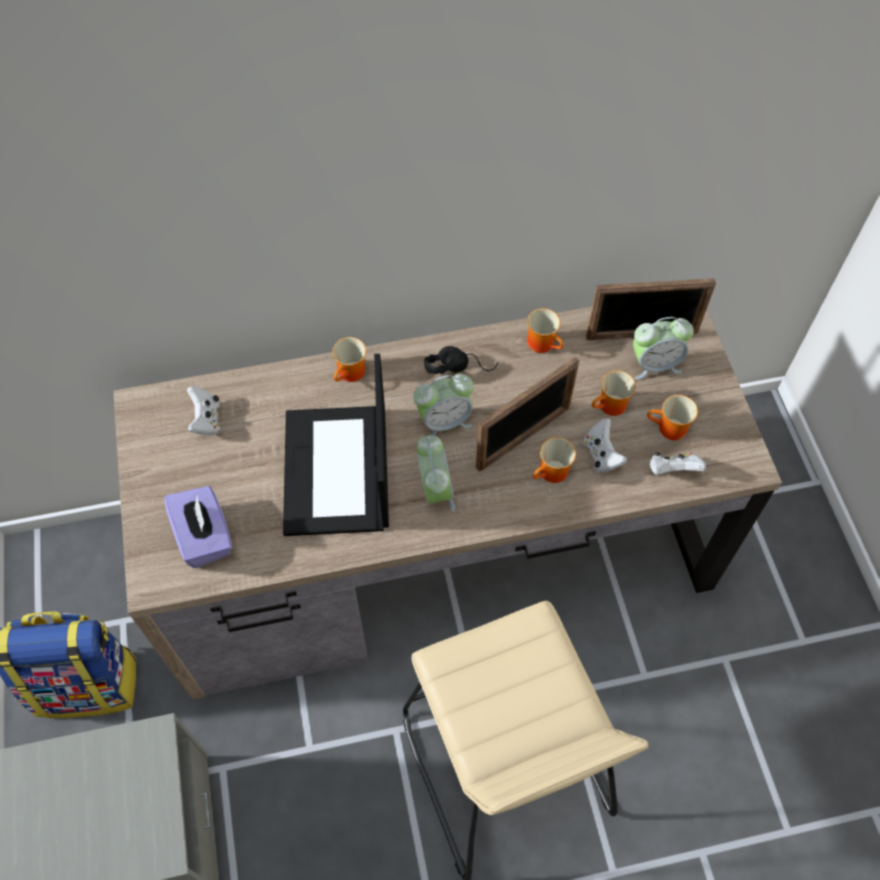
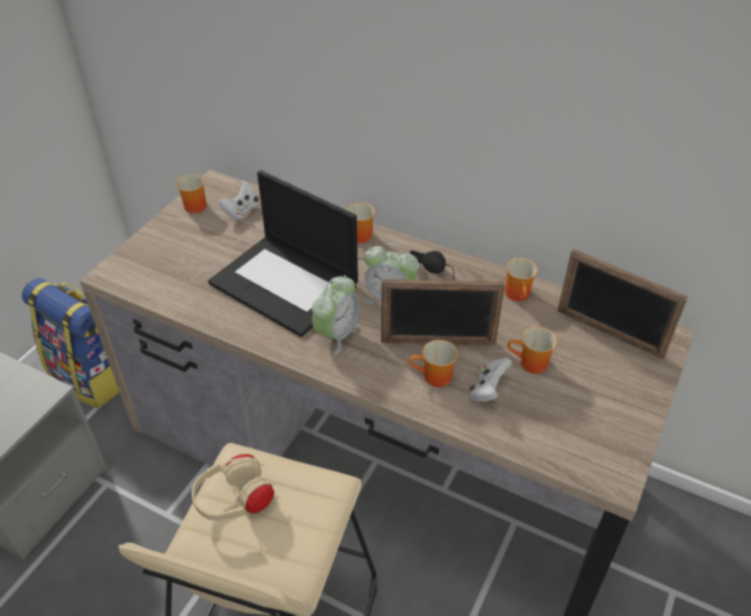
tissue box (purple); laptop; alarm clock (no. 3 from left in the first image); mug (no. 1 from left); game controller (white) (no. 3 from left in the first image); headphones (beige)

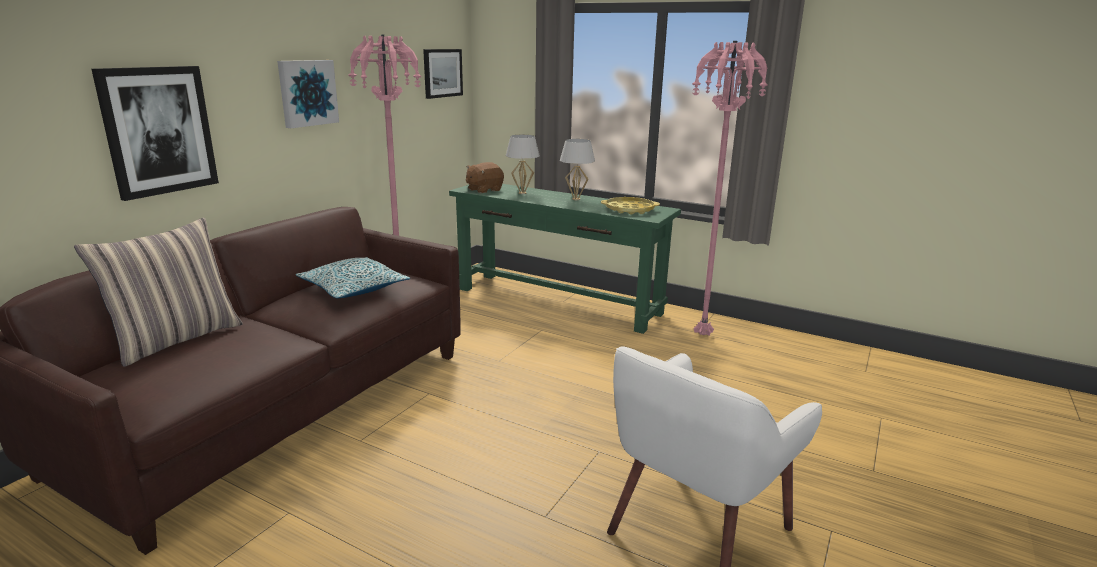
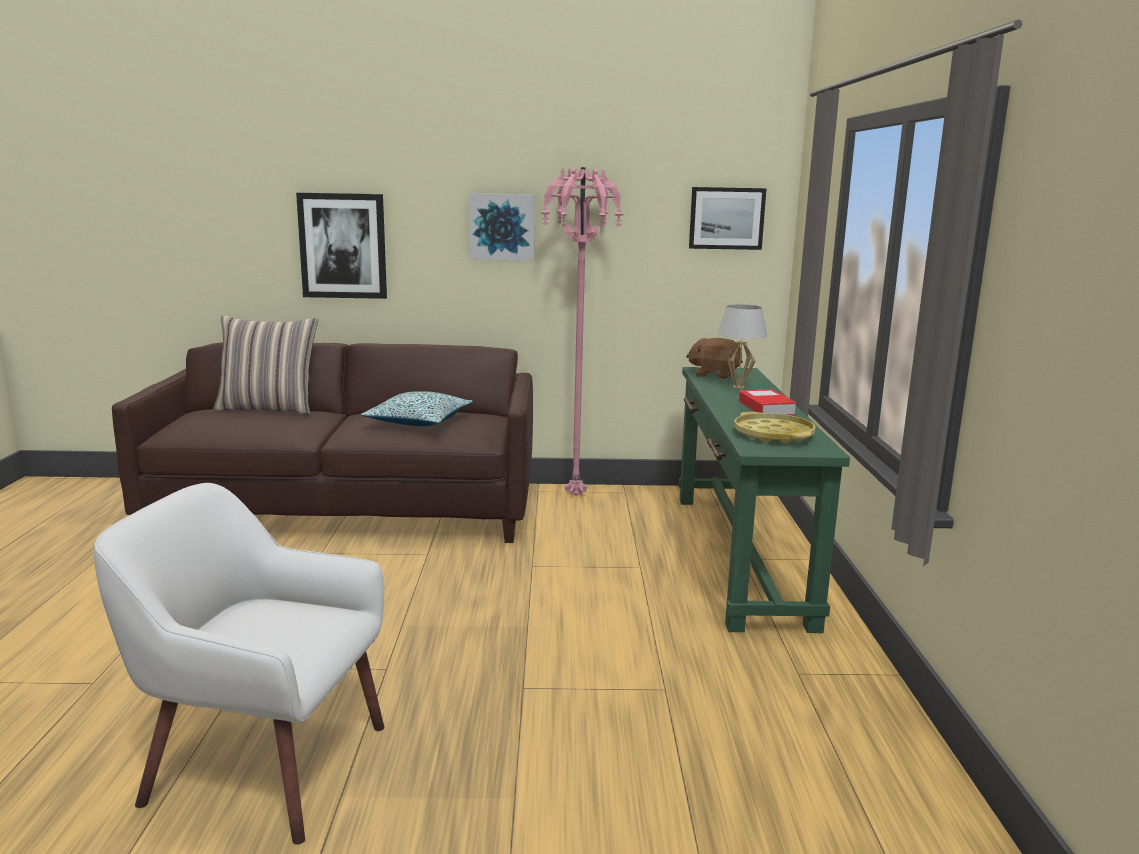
book; floor lamp (pink) (no. 2 from left in the first image)

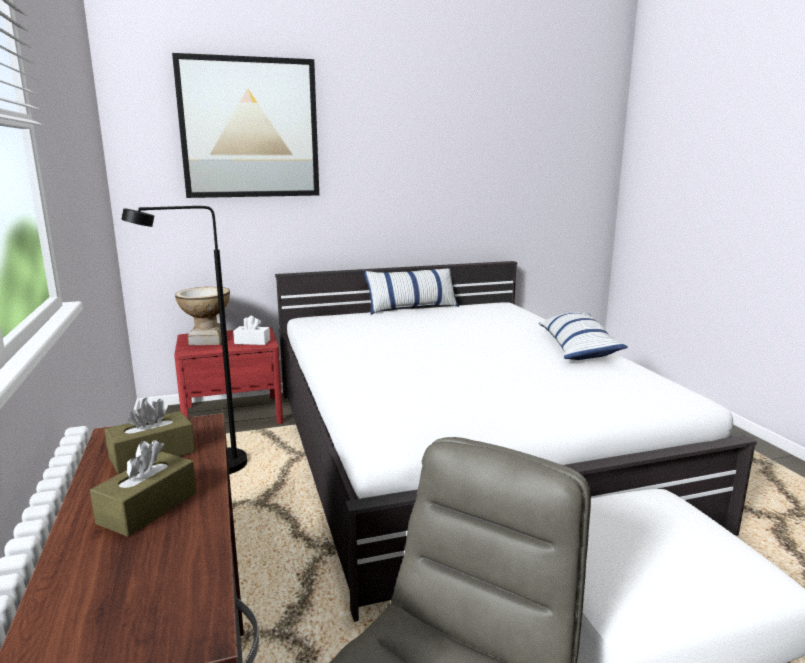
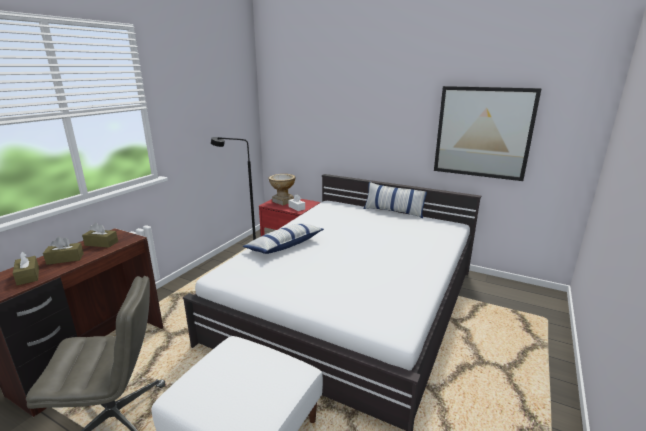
picture; pillow (no. 1 from left); tissue box (brown) (no. 1 from left)

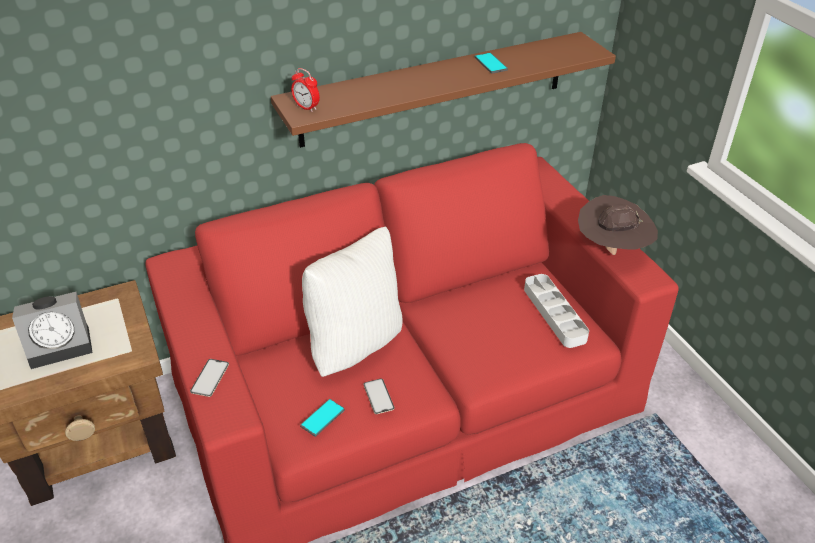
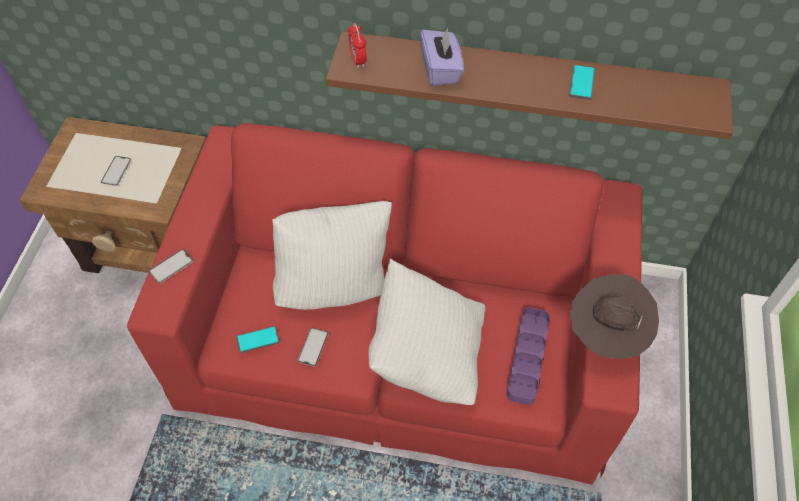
phone (no. 1 from left); tray (purple); pillow (white) (no. 2 from left); tissue box (purple)

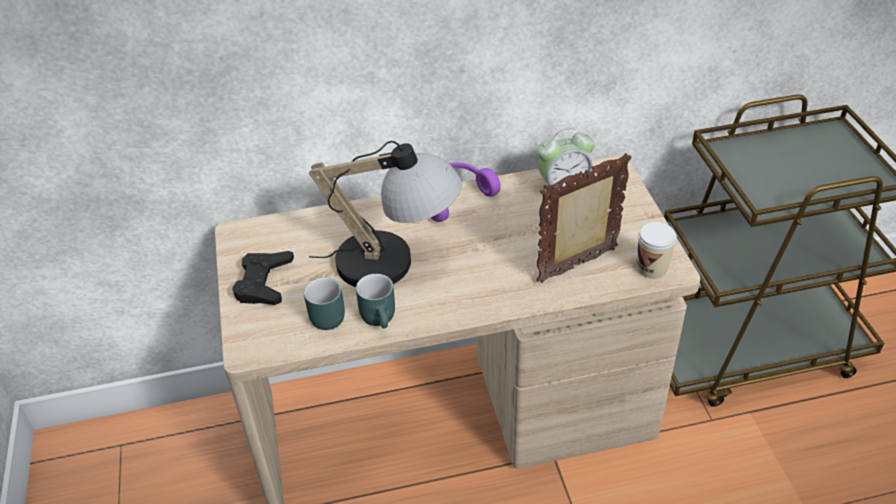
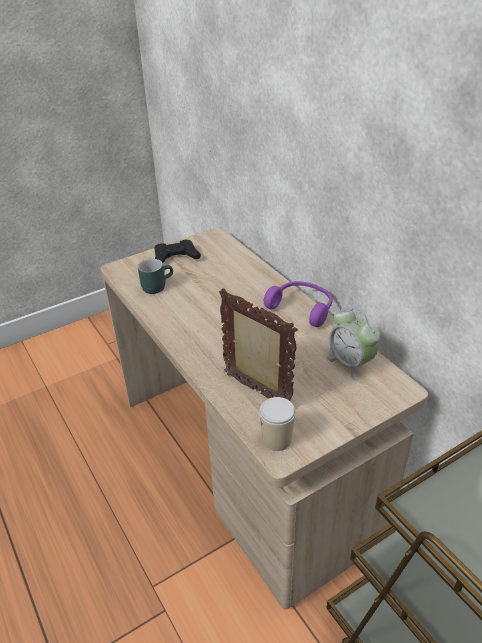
table lamp; mug (turquoise) (no. 2 from left in the first image)

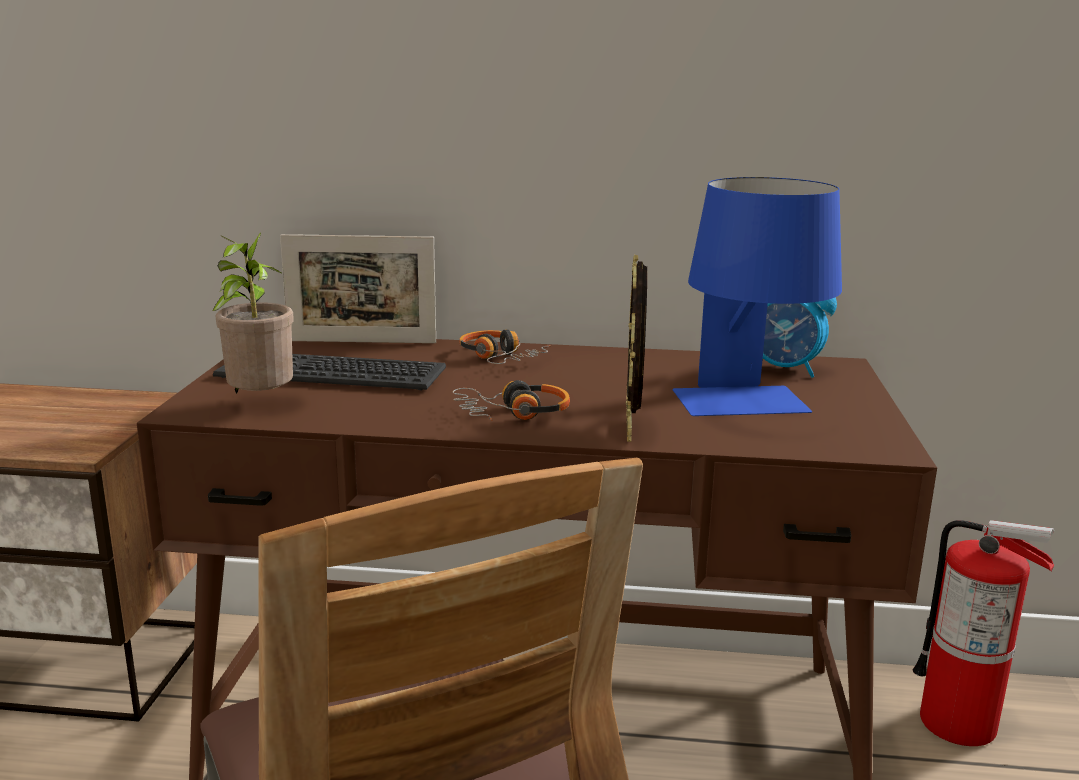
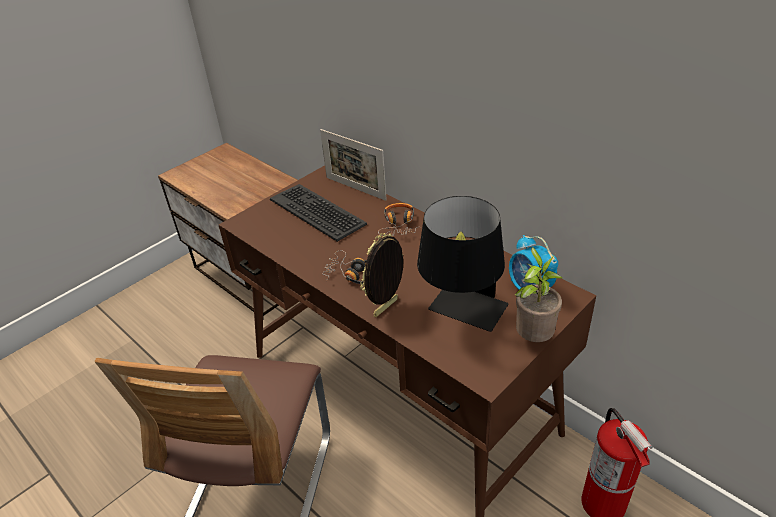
potted plant; table lamp (black)

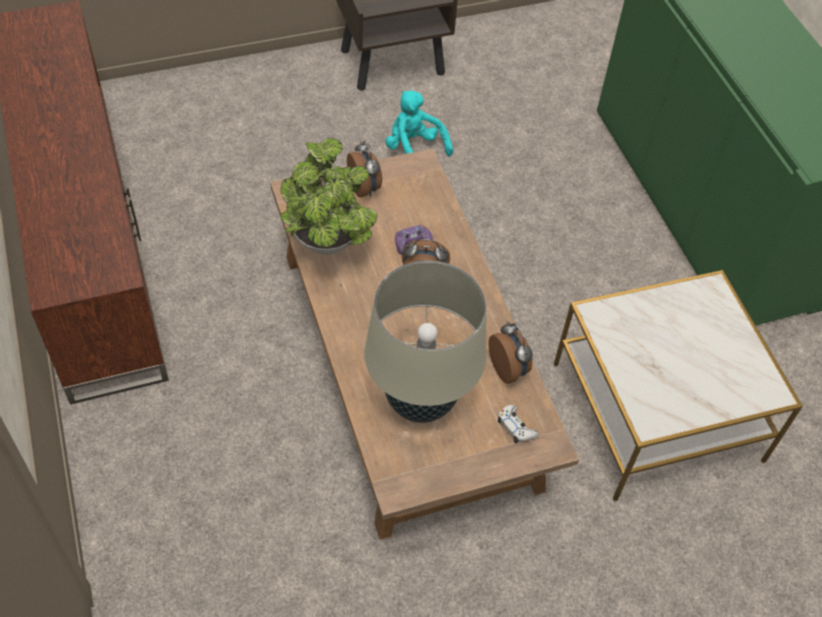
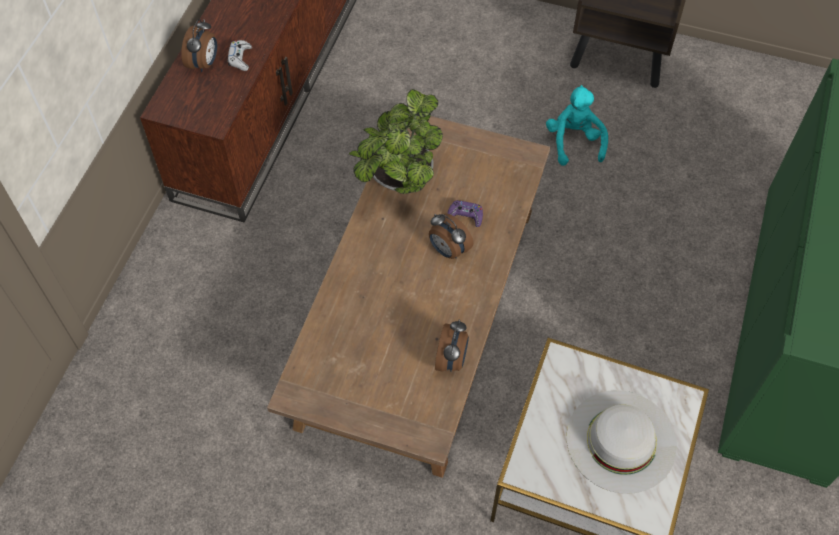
alarm clock (no. 1 from left); table lamp (beige); game controller (white); hat (white)

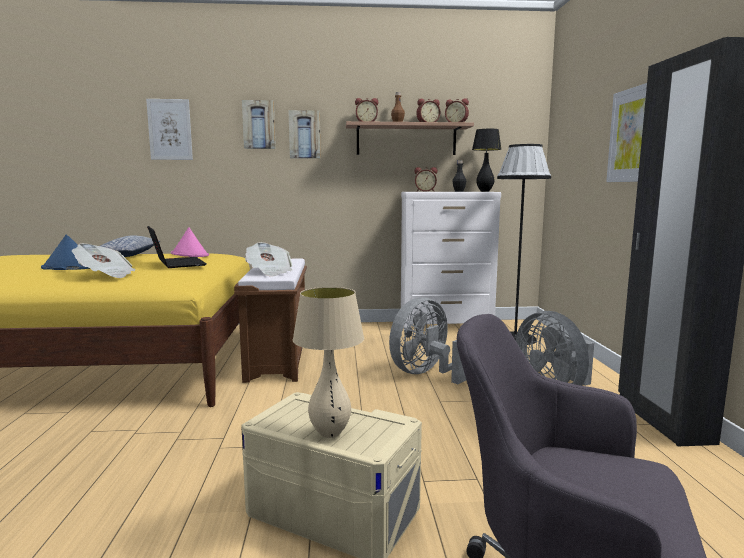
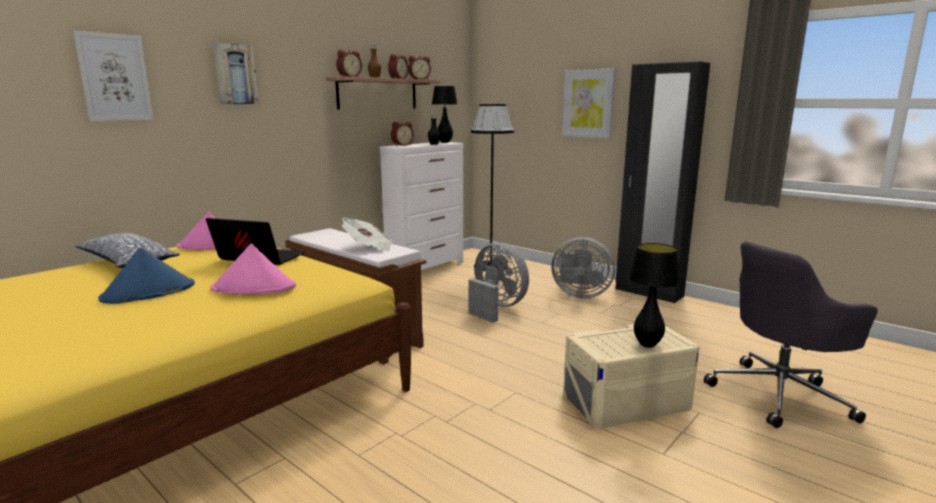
hat (pink) (no. 2 from left); picture (no. 3 from left in the first image); table lamp (black) (no. 2 from left); fan (grey) (no. 1 from left)

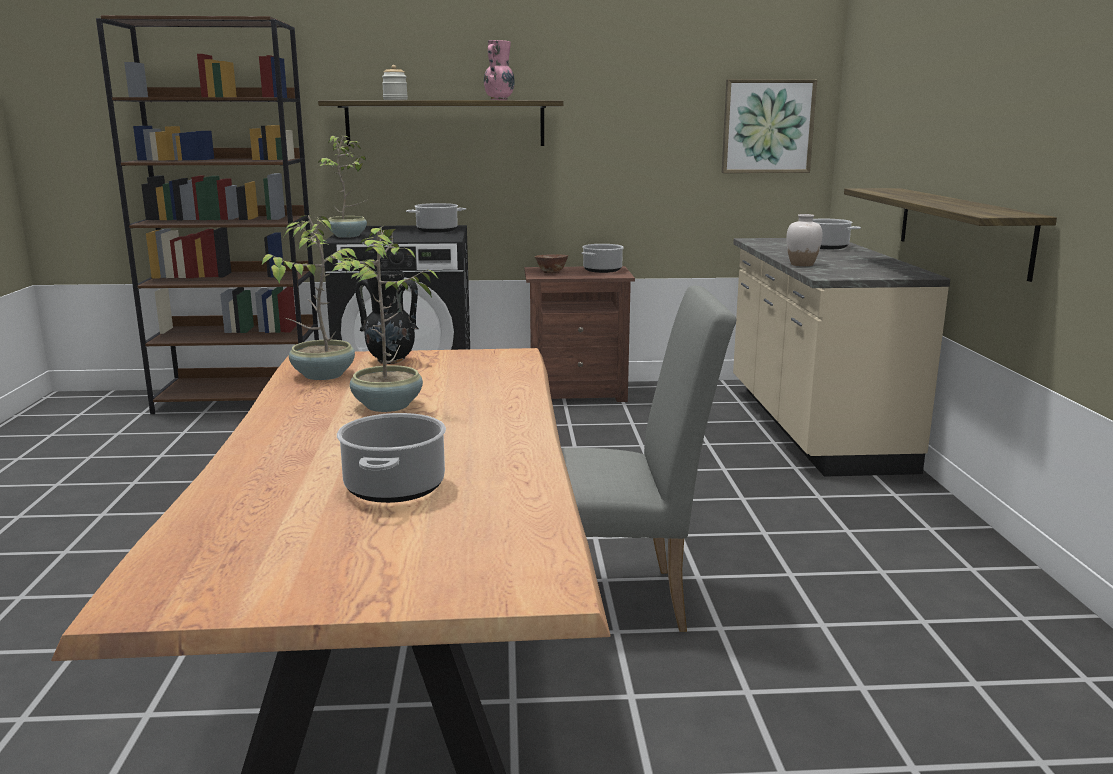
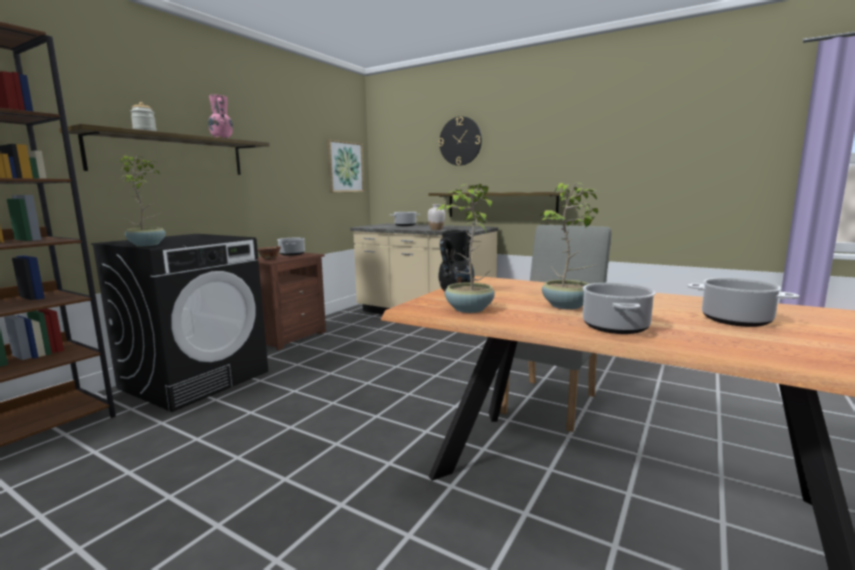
cooking pot (no. 3 from left); wall clock

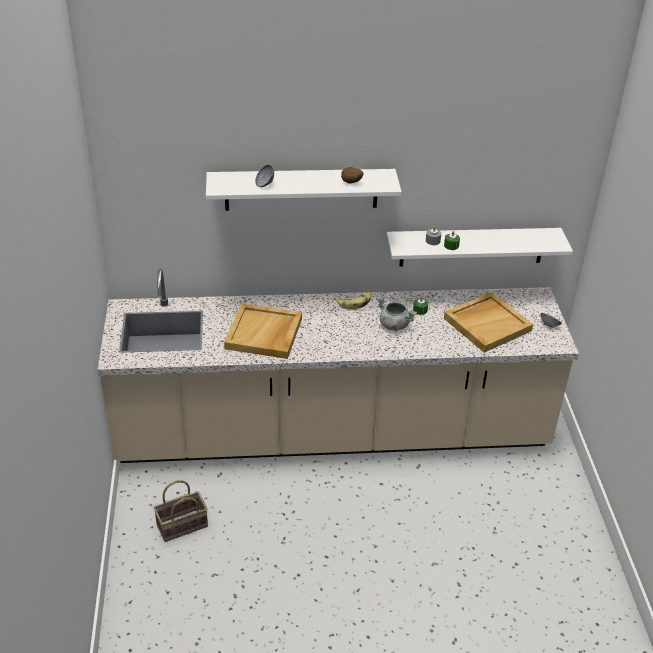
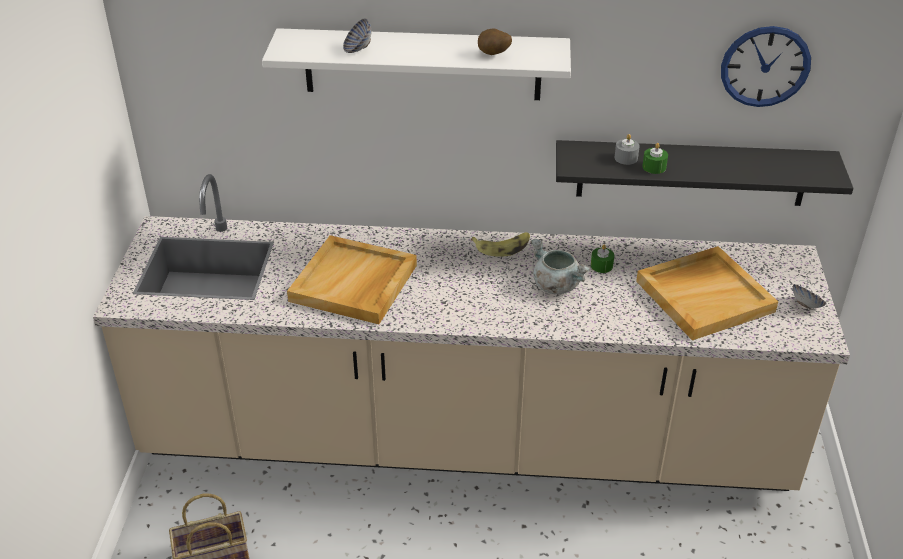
shelf (black); wall clock

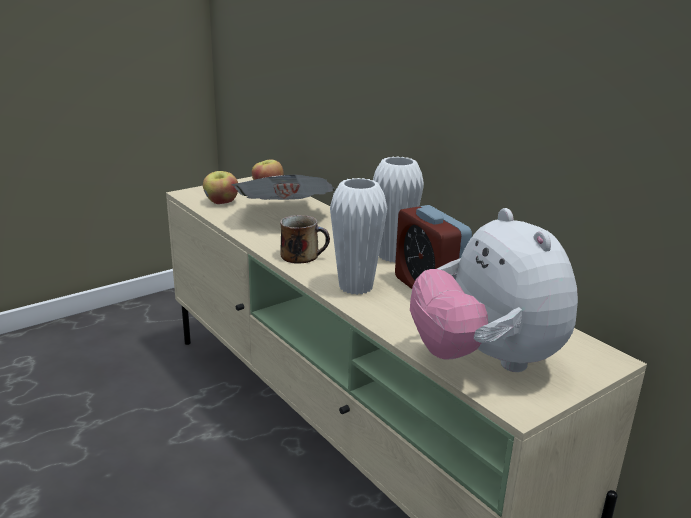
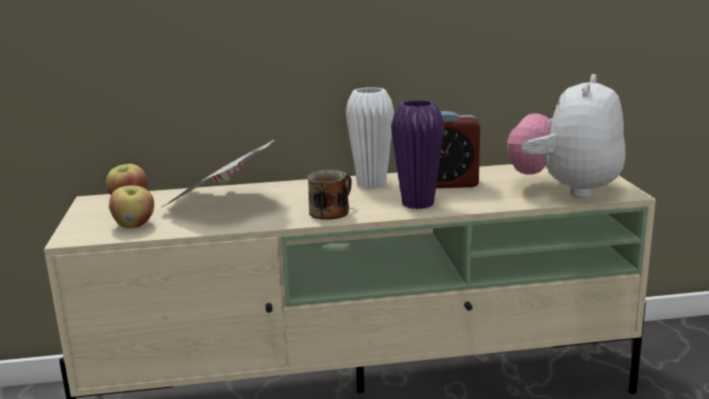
vase (purple); plush toy

